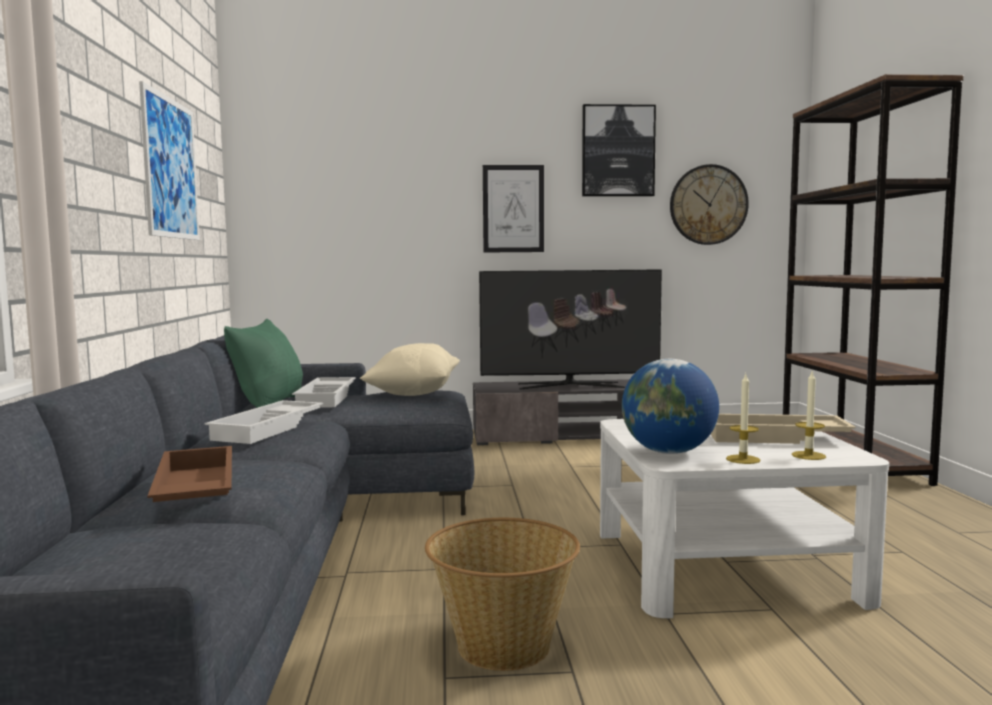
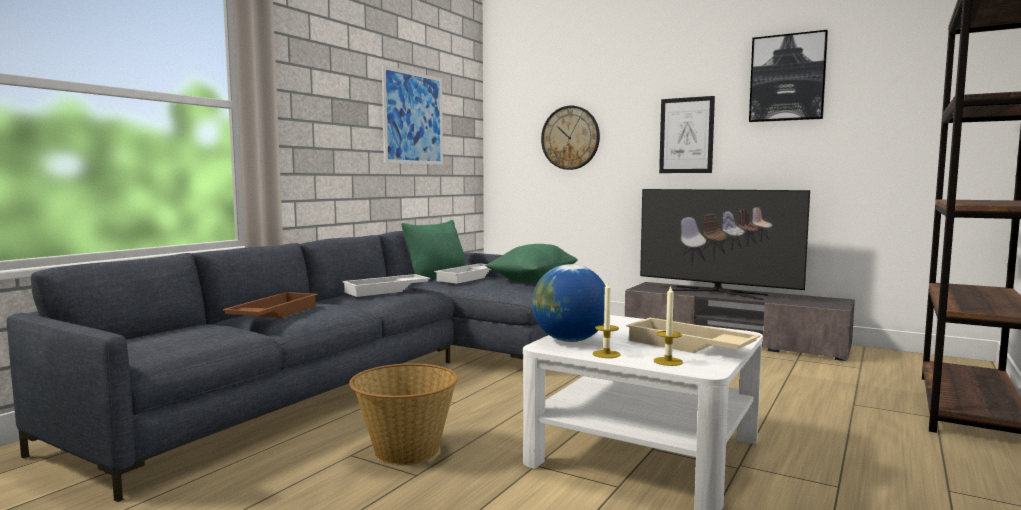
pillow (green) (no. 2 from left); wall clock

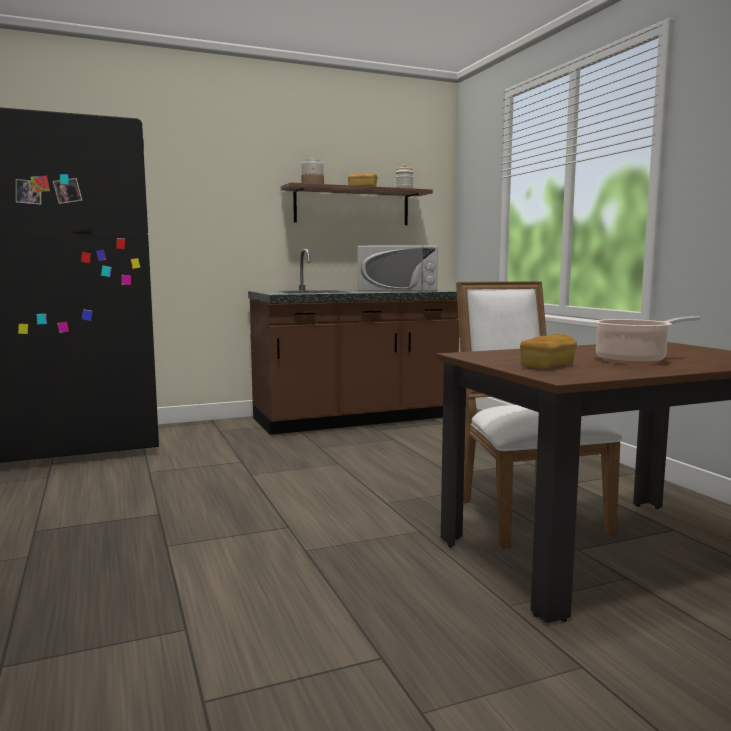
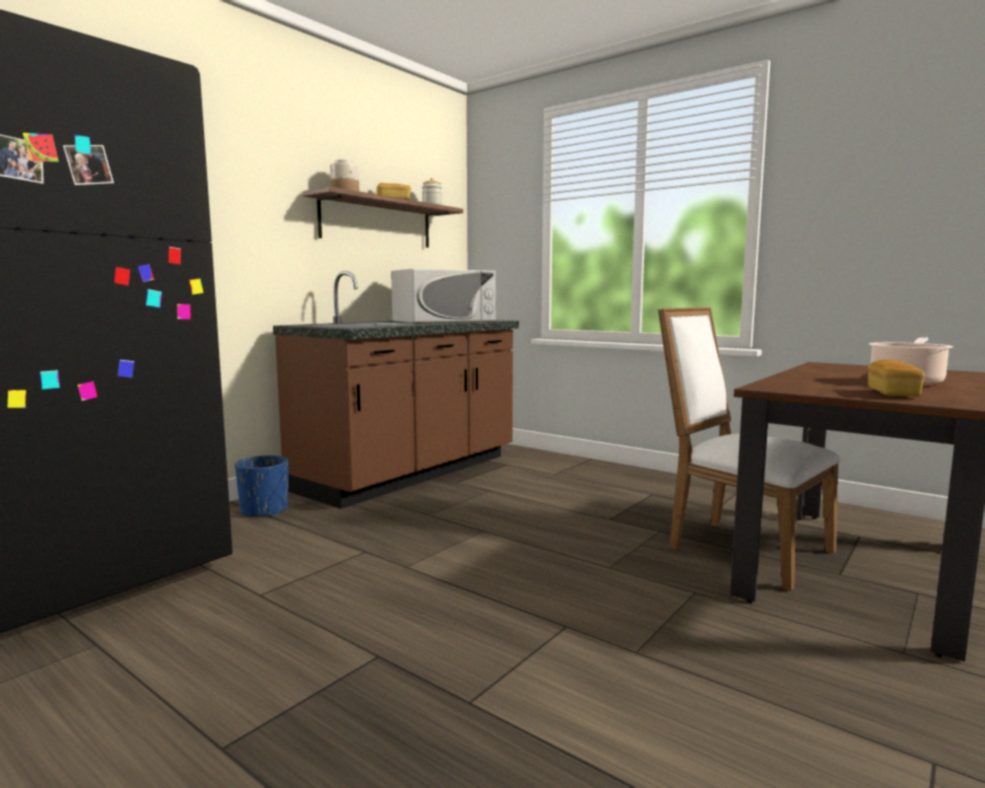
planter (blue)

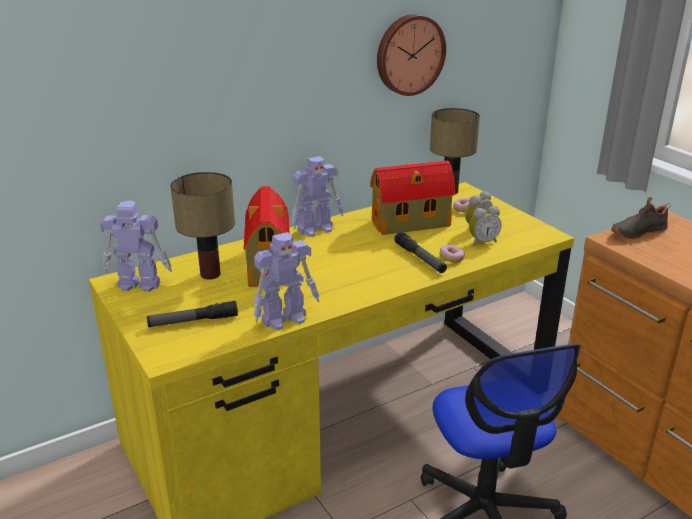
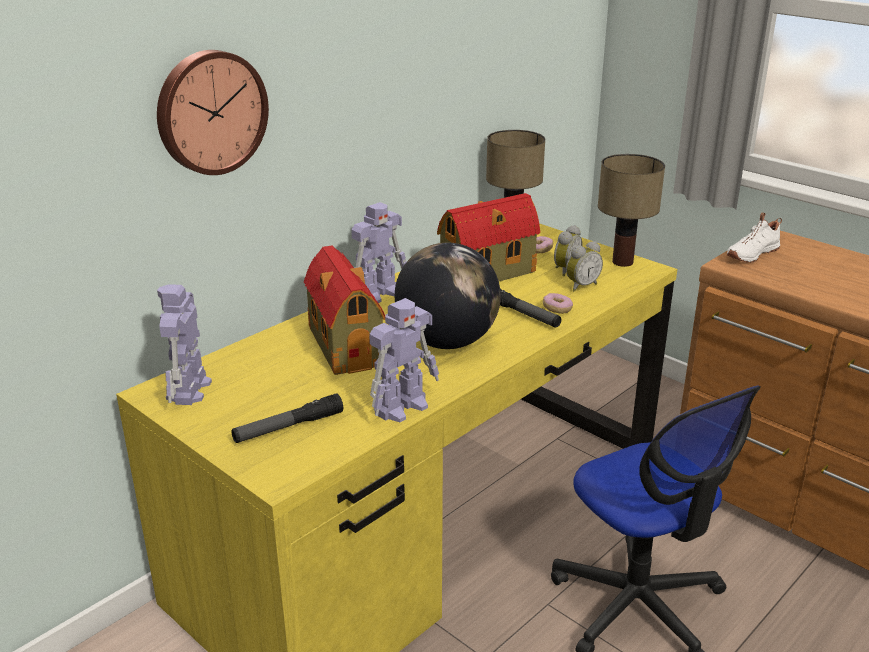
toy robot (no. 1 from left); table lamp (no. 2 from left); wall clock; shoe (white); globe

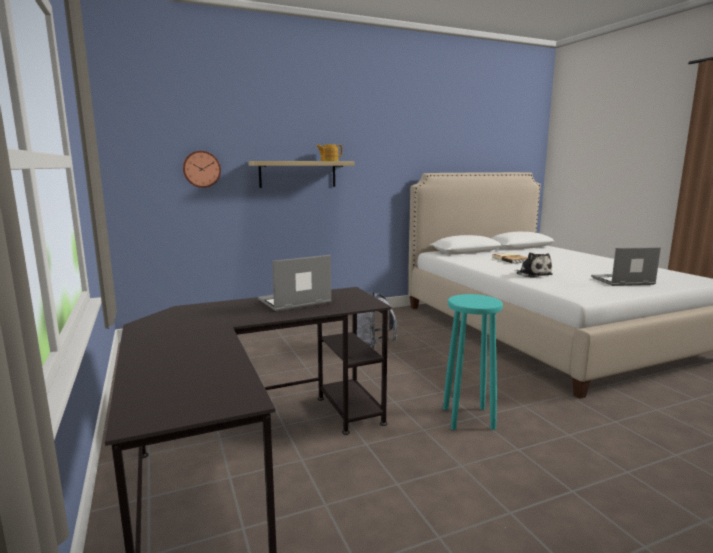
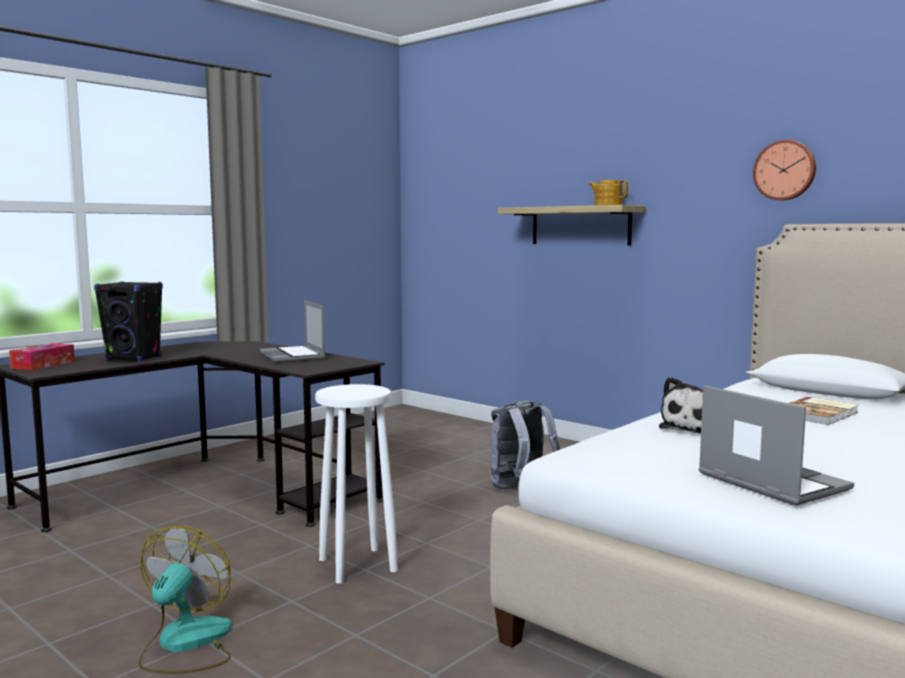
wall clock; laptop (no. 1 from left); stool (white); tissue box; speaker (black); fan

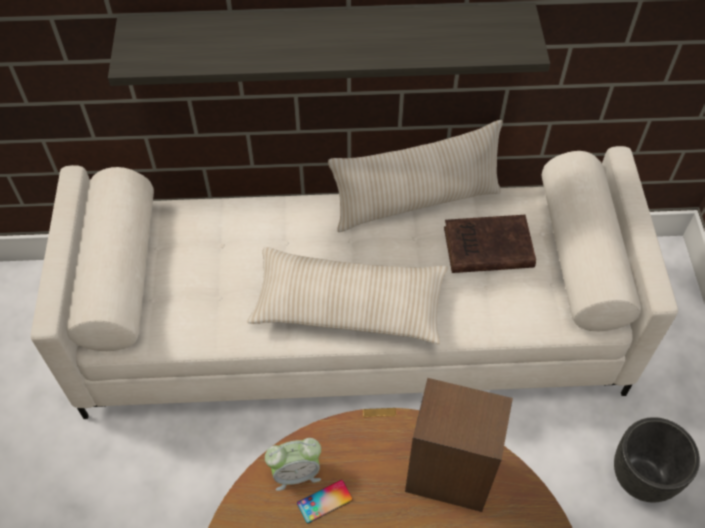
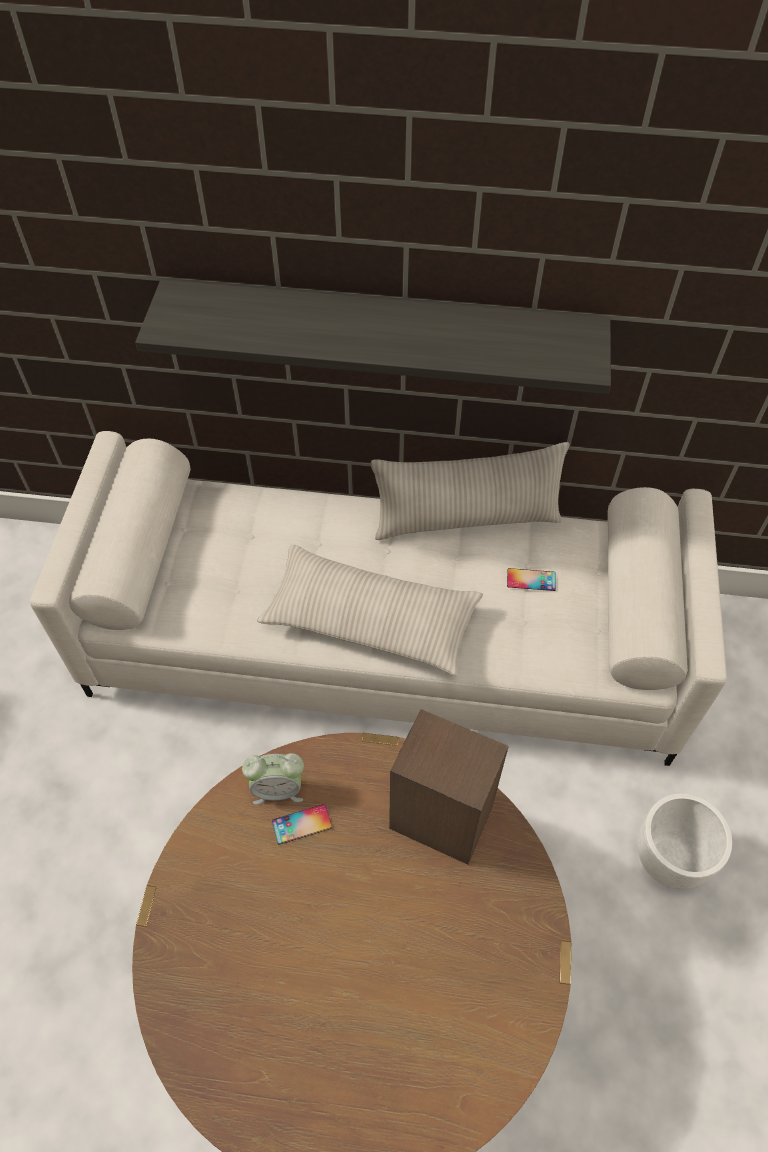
phone (no. 2 from left); planter (white)

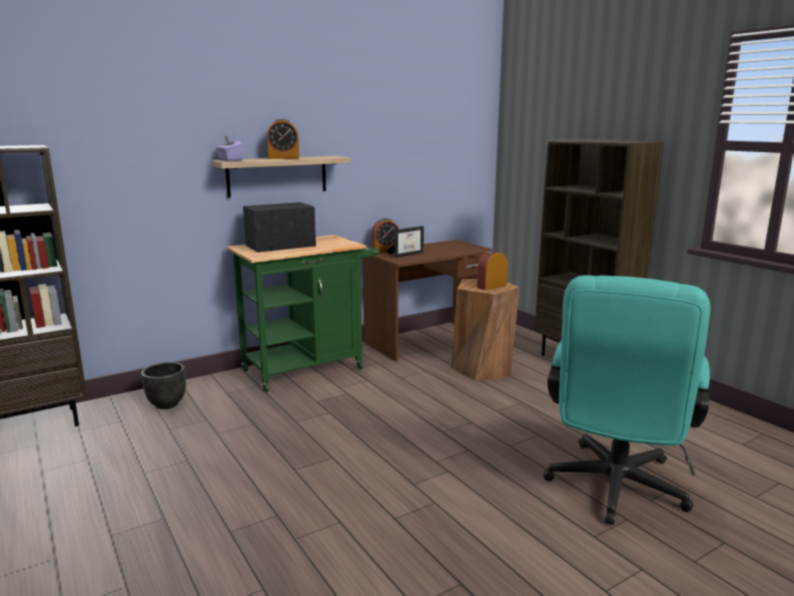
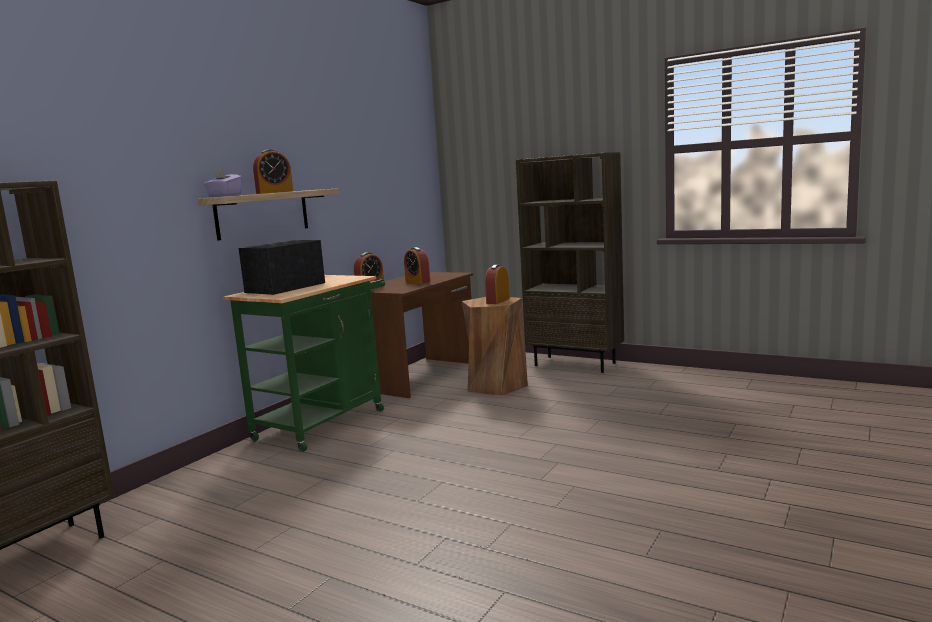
planter (black); picture frame; office chair (turquoise); alarm clock (no. 3 from left)

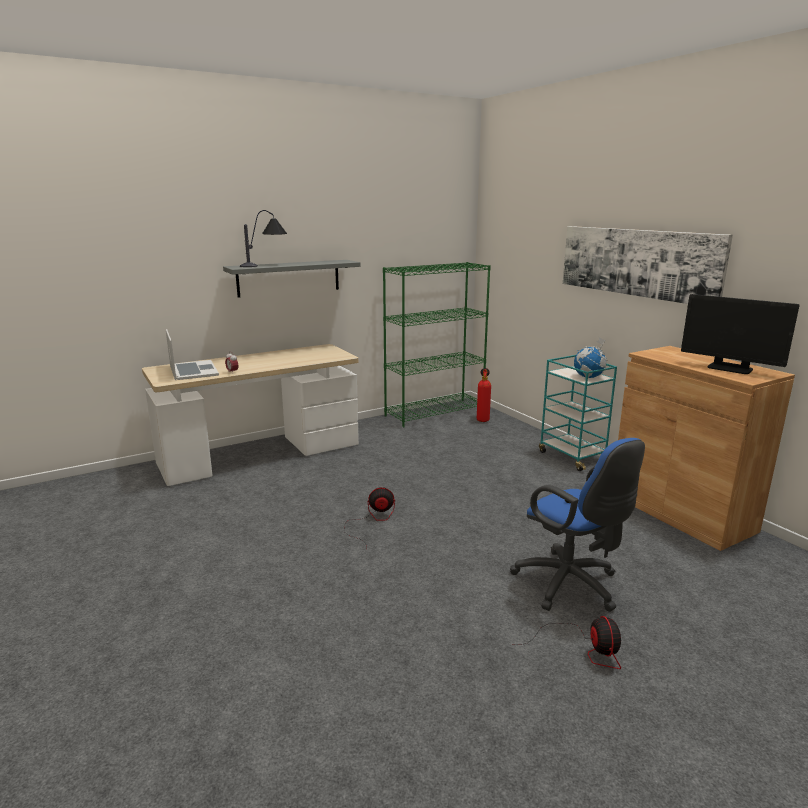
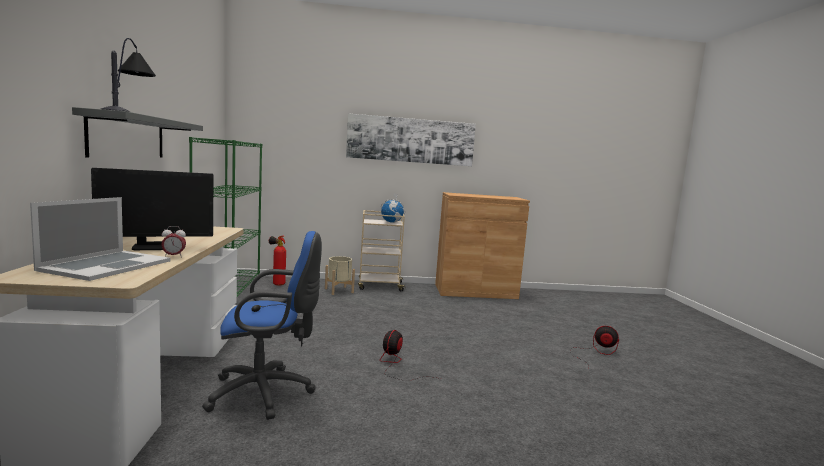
laptop; office chair (blue); cart (beige); monitor; planter (beige)

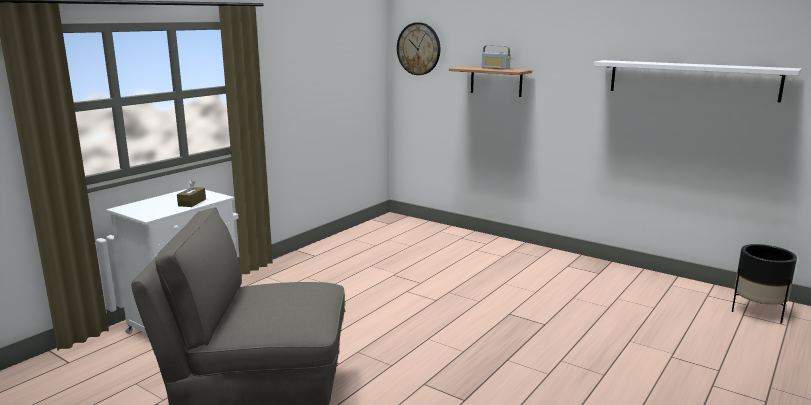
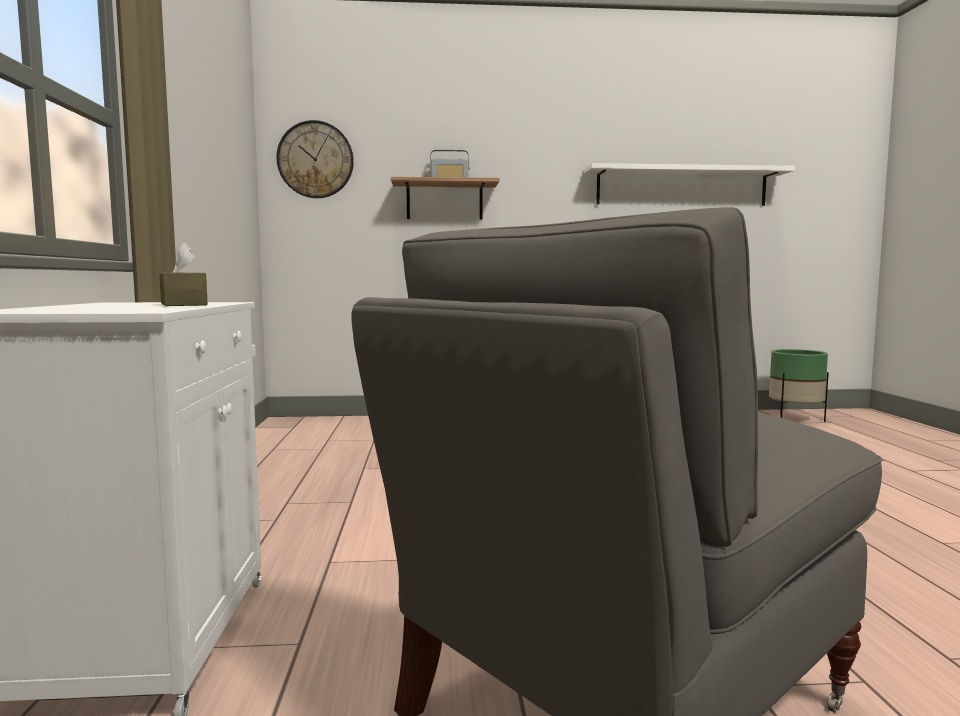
planter (green)

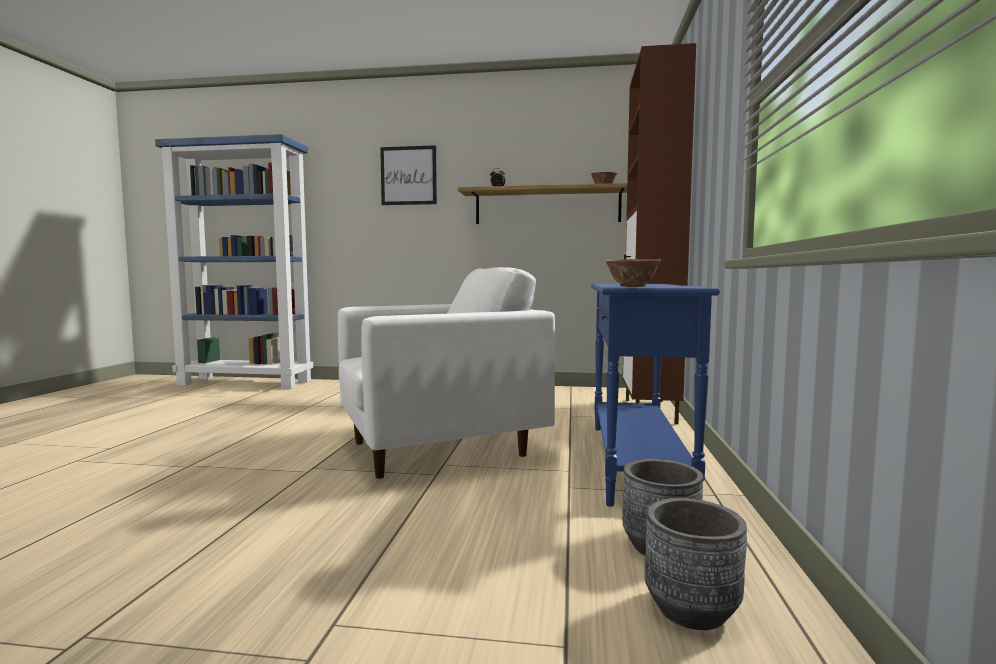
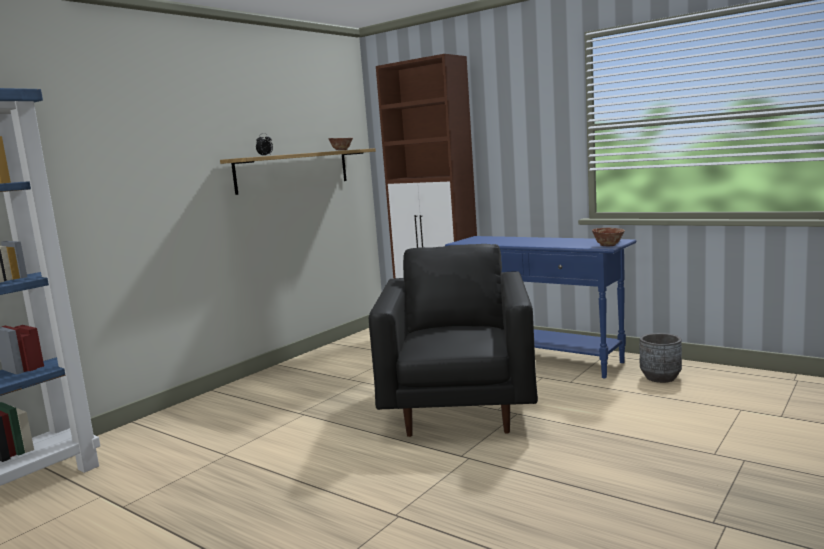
armchair (black); picture; planter (grey) (no. 2 from left in the first image)

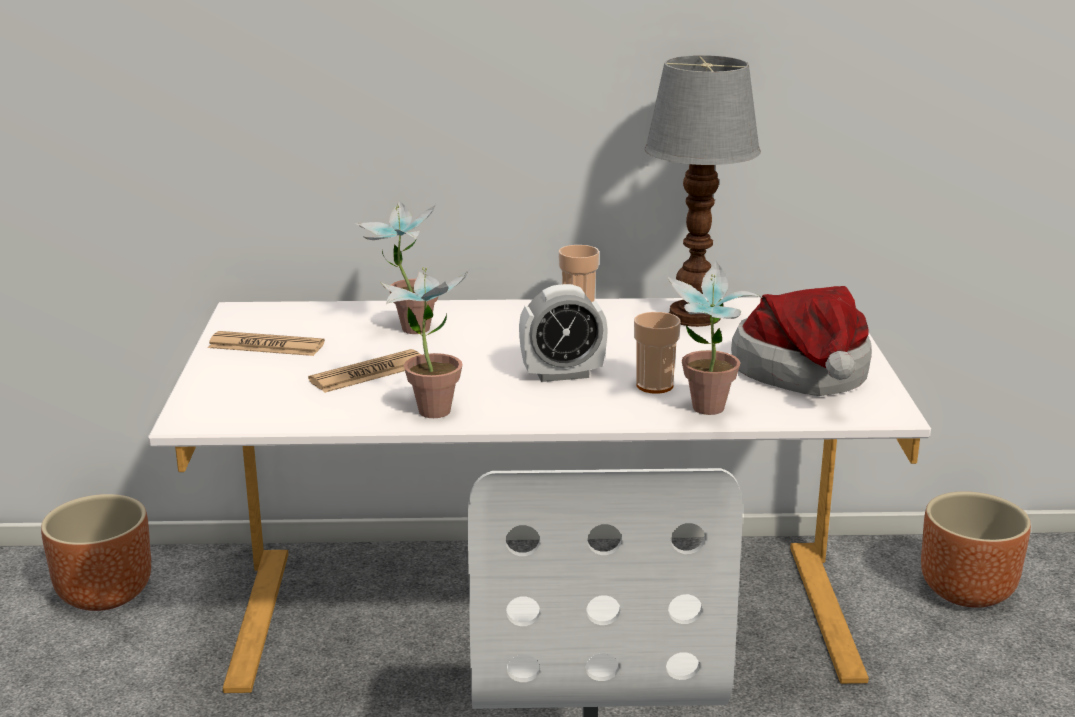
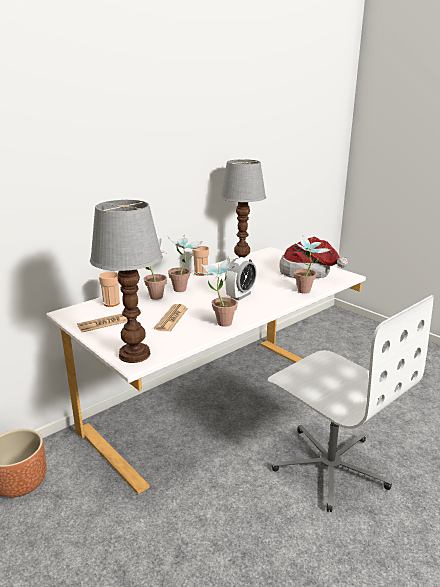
cup (no. 1 from left); planter (brown) (no. 2 from left in the first image); table lamp (no. 1 from left); potted plant (no. 2 from left)

